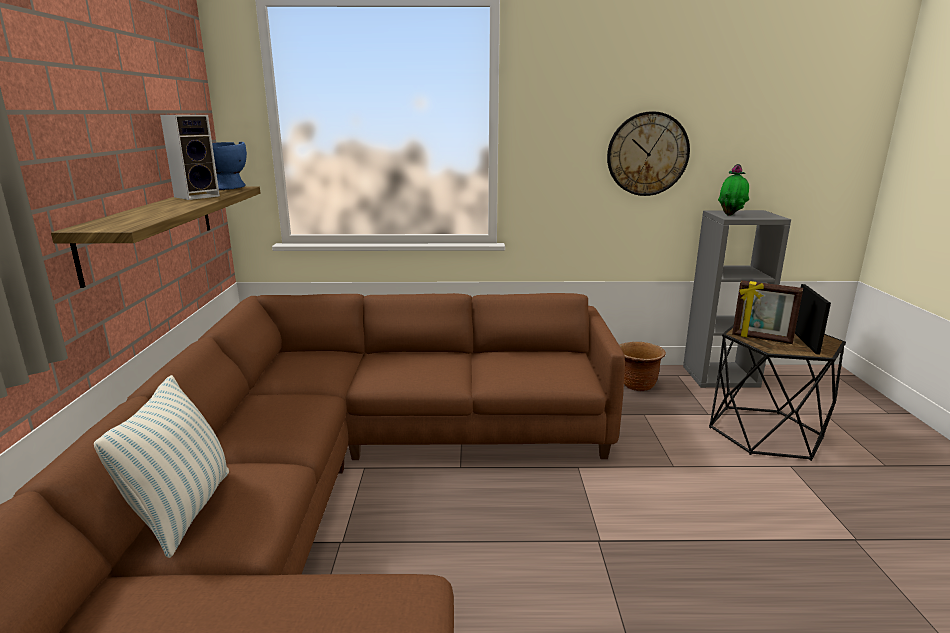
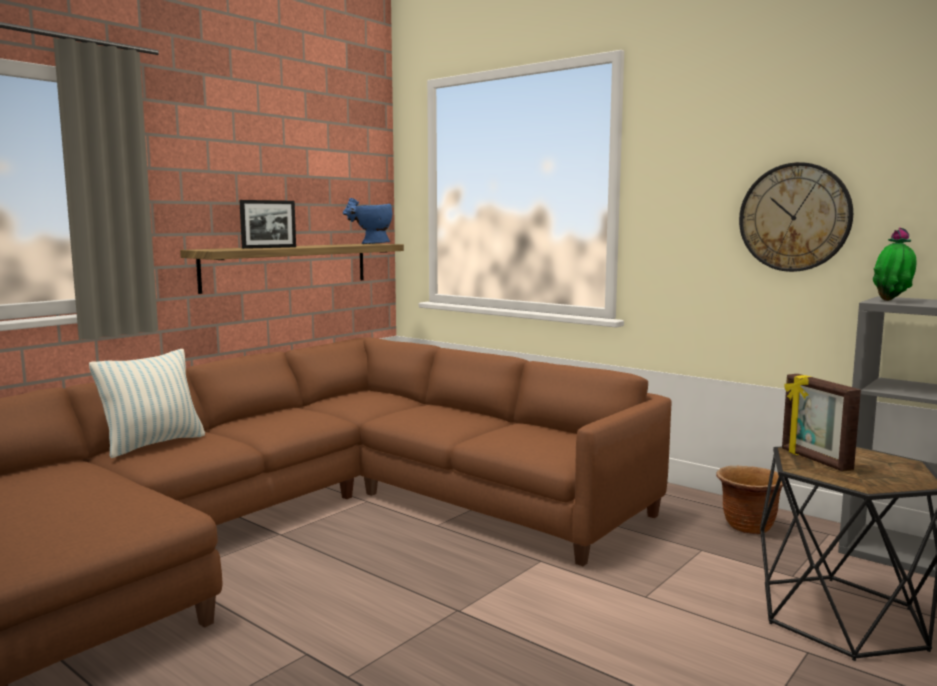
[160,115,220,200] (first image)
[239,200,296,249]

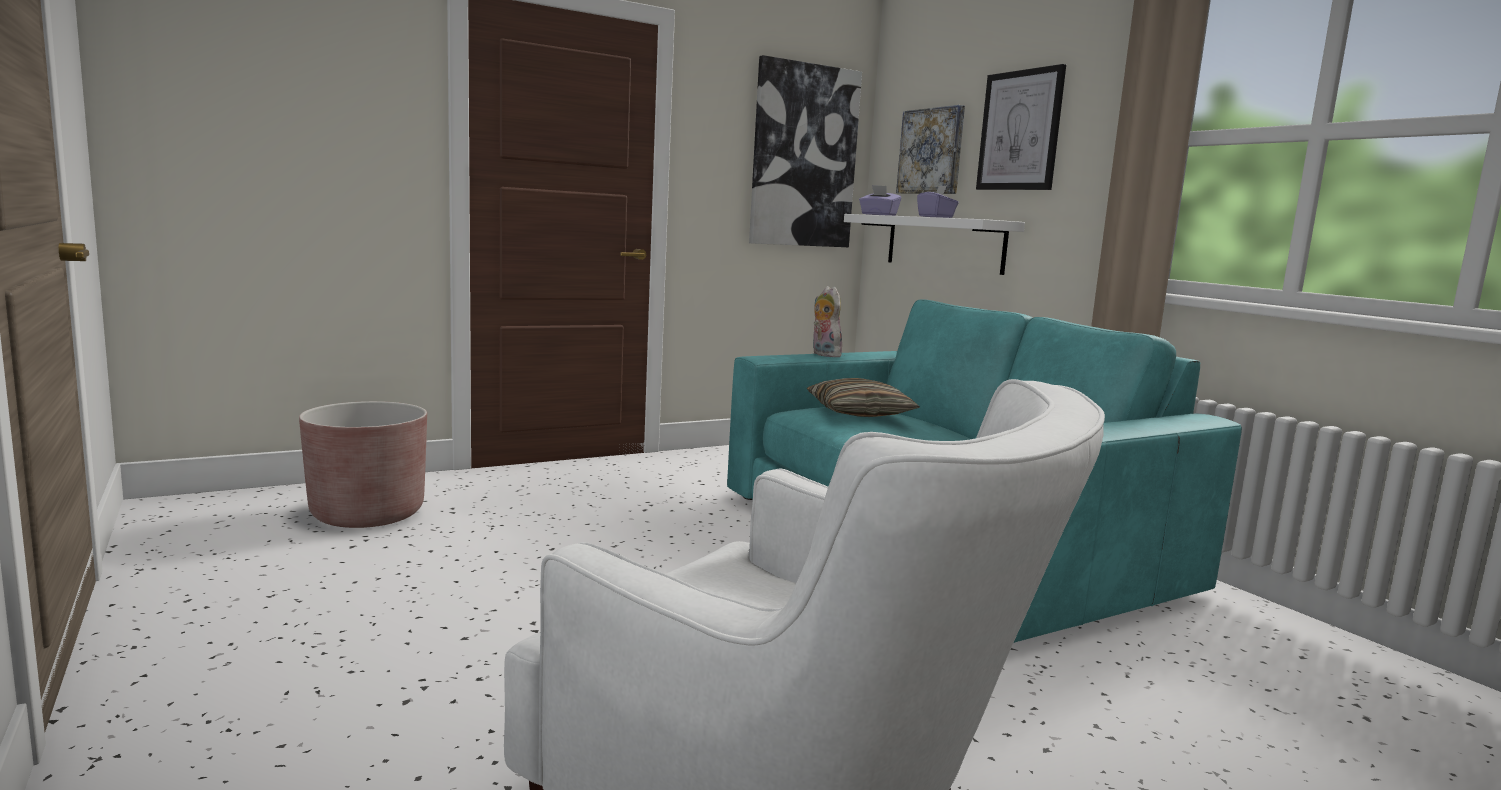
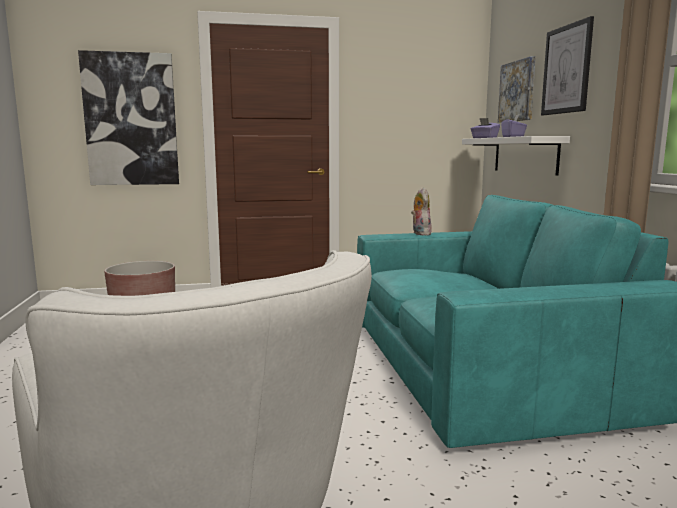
[78,50,179,185]
[807,378,920,417] (first image)

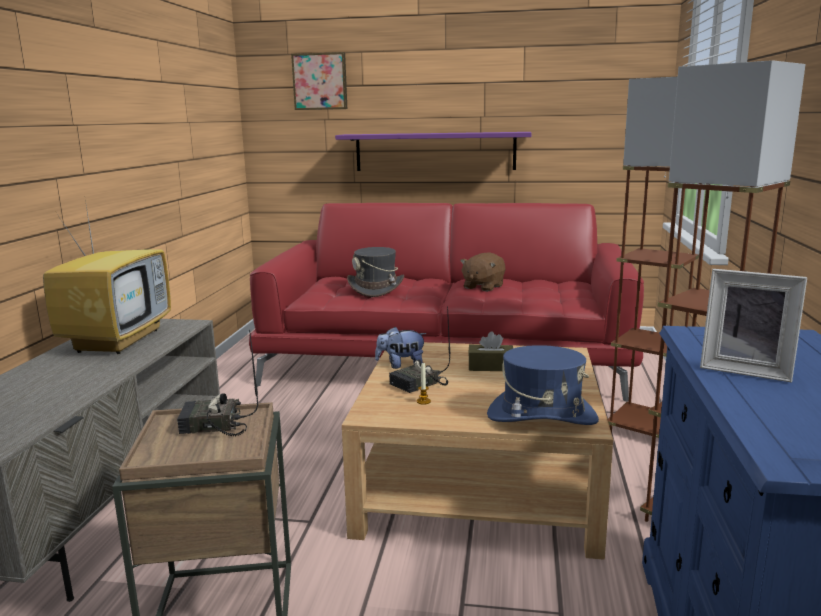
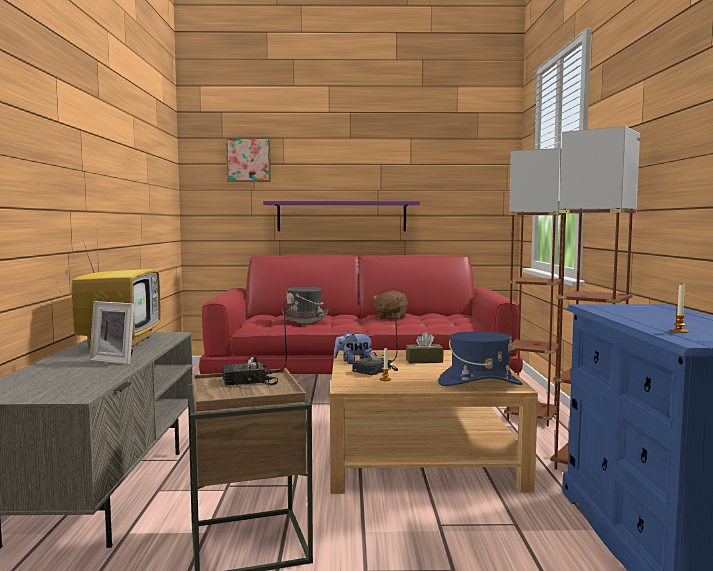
[89,301,134,364]
[670,285,689,333]

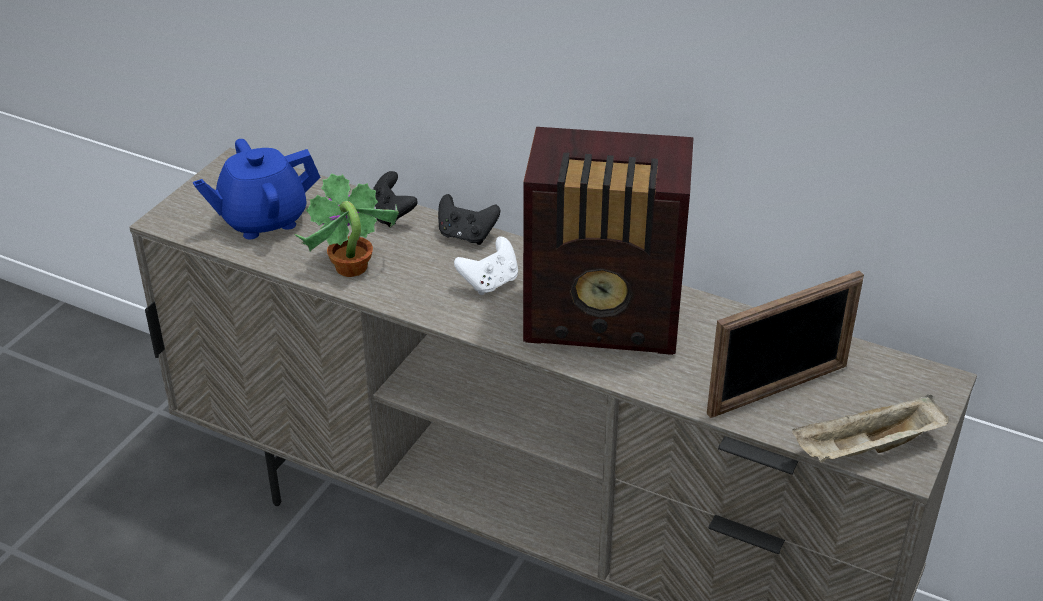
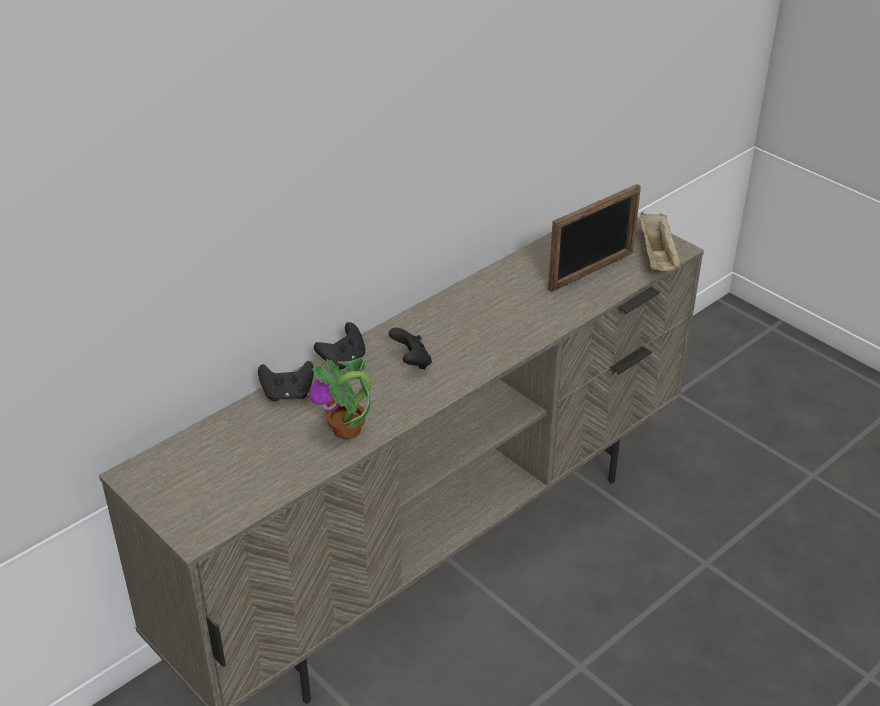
[193,139,321,239] (first image)
[389,328,432,370]
[523,127,694,355] (first image)
[548,184,641,292]

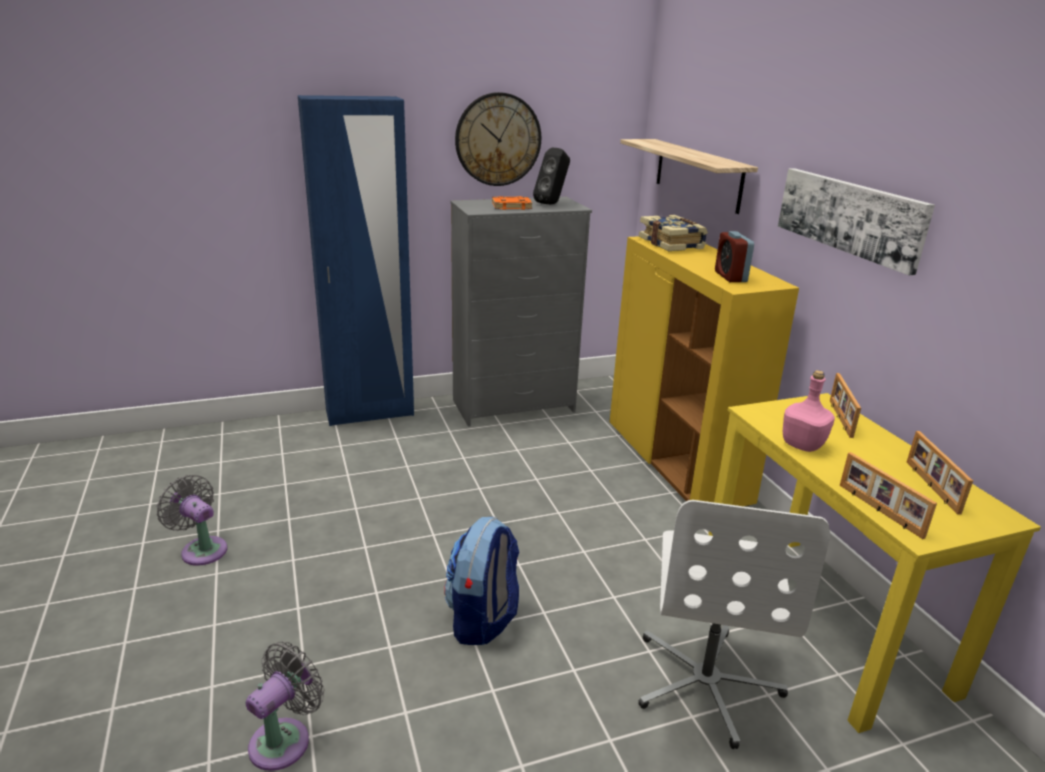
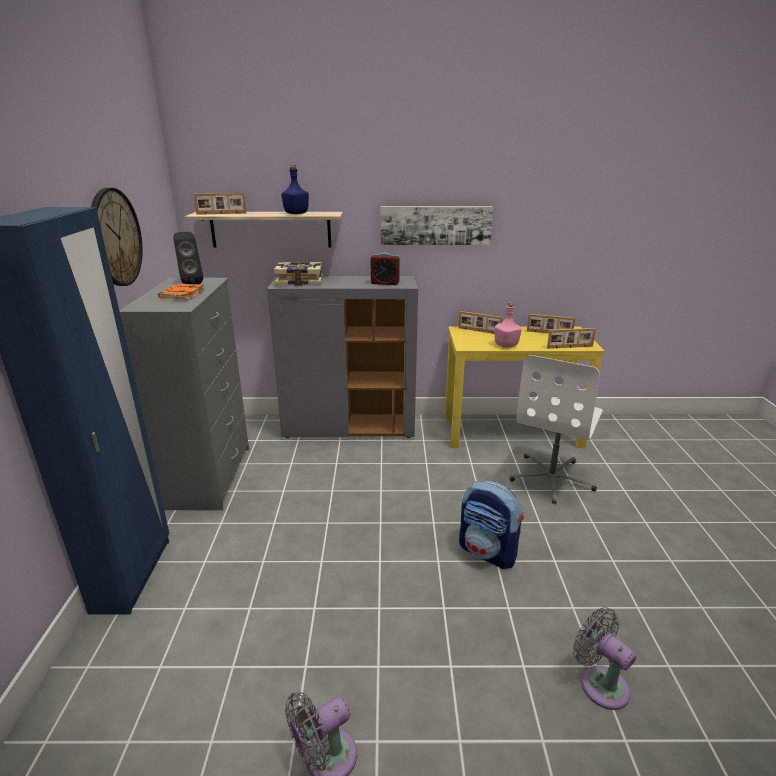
[267,276,418,438]
[509,355,603,504]
[194,193,246,215]
[281,165,309,214]

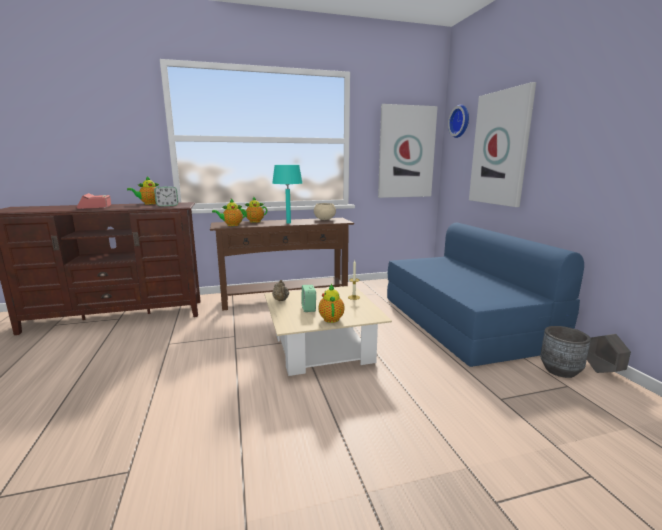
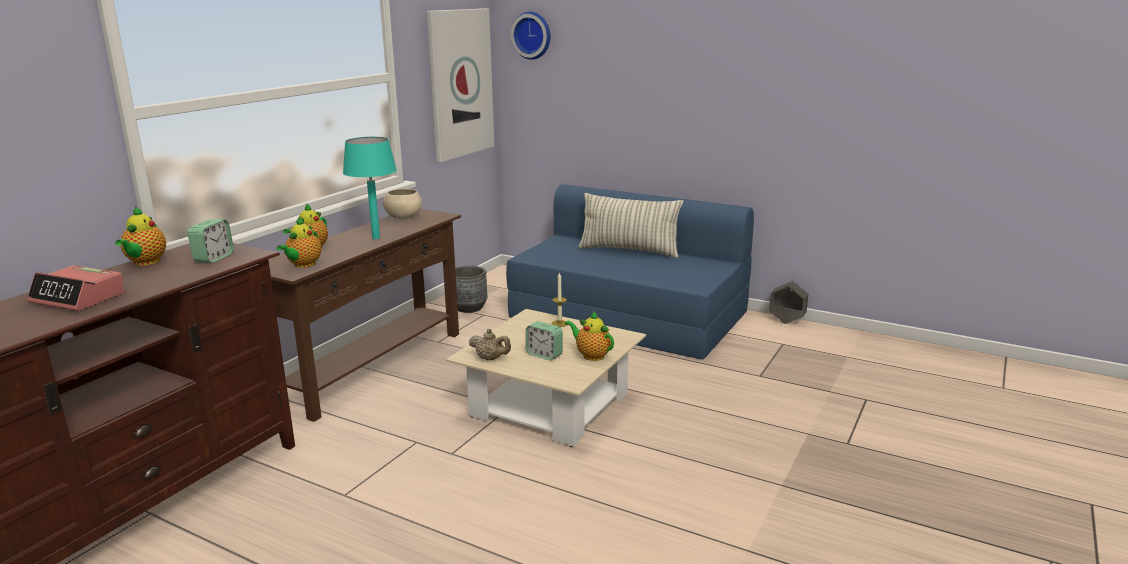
[469,82,536,207] (first image)
[455,266,487,313]
[579,193,683,258]

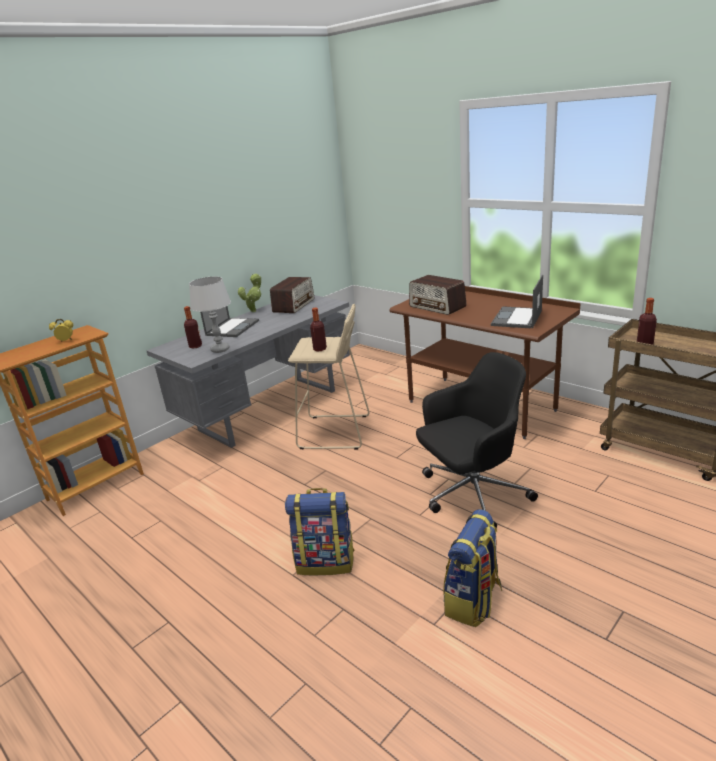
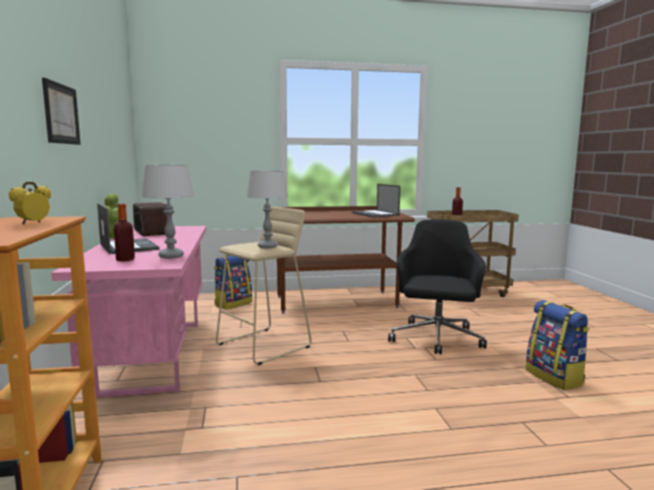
[51,226,206,398]
[214,255,252,310]
[246,171,288,249]
[409,275,467,315] (first image)
[42,78,81,145]

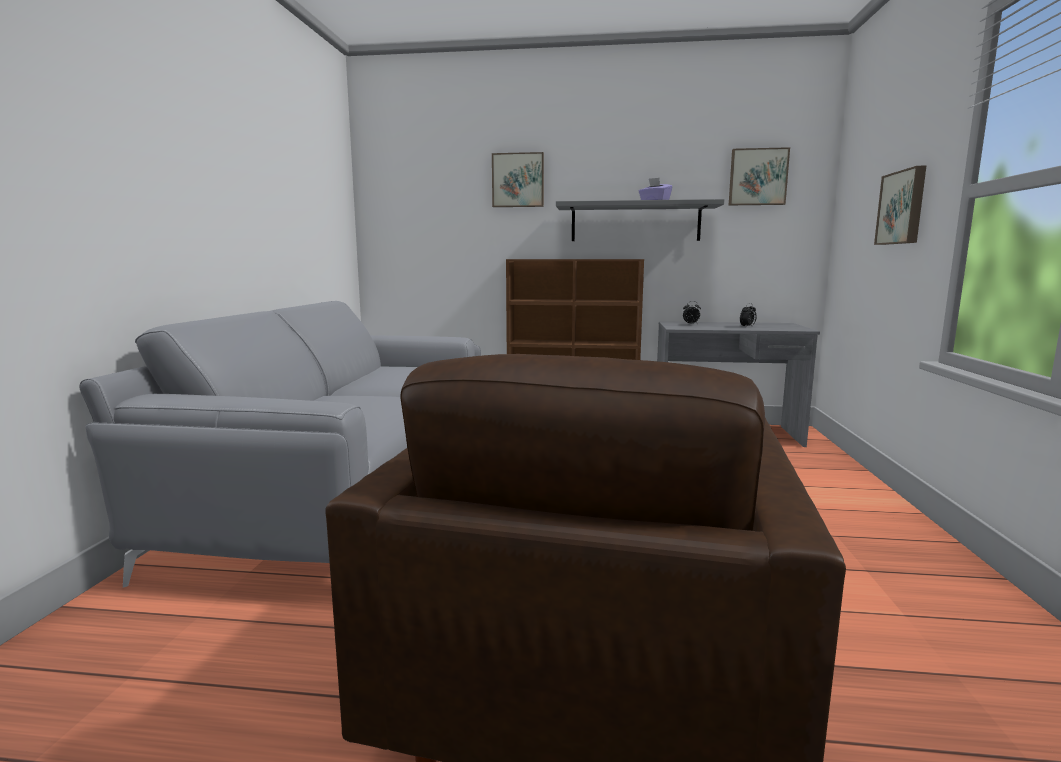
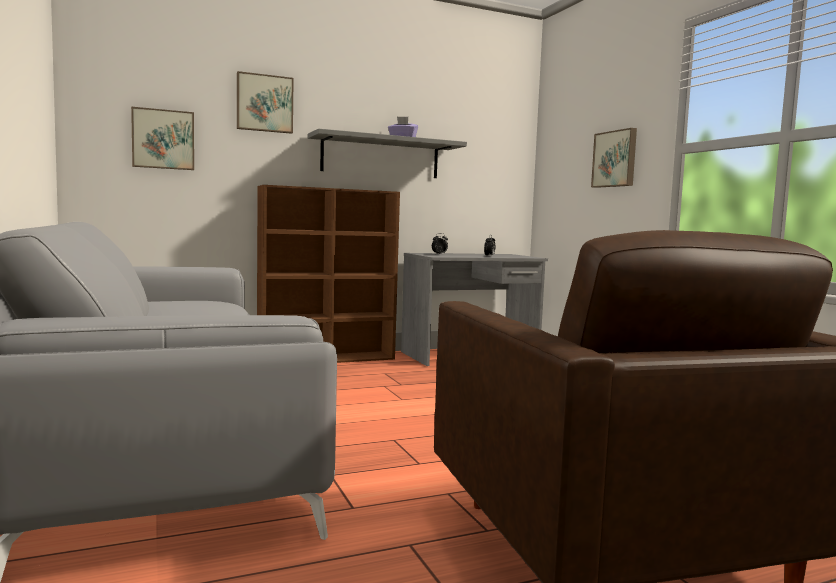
[131,107,194,170]

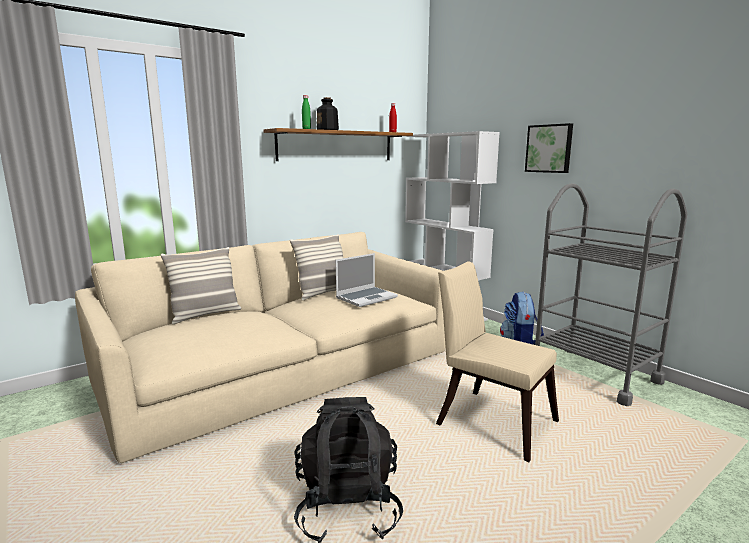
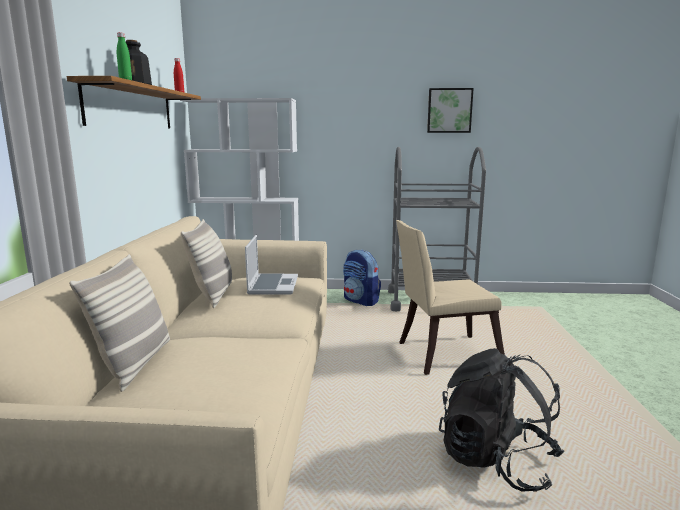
[427,88,474,133]

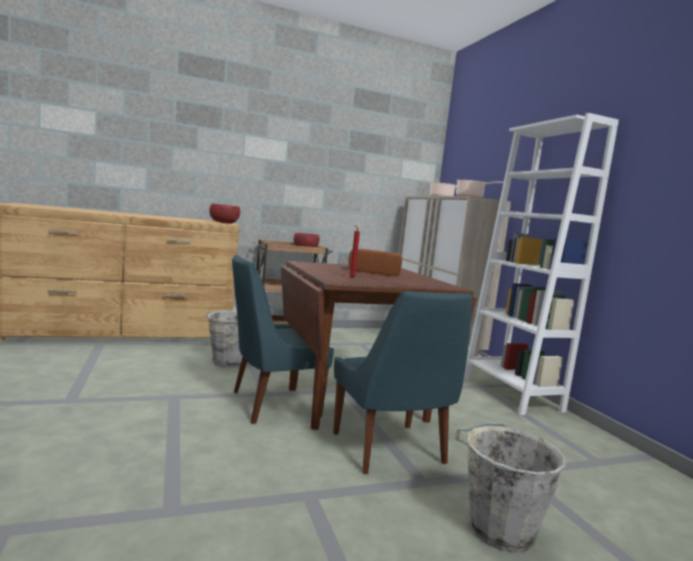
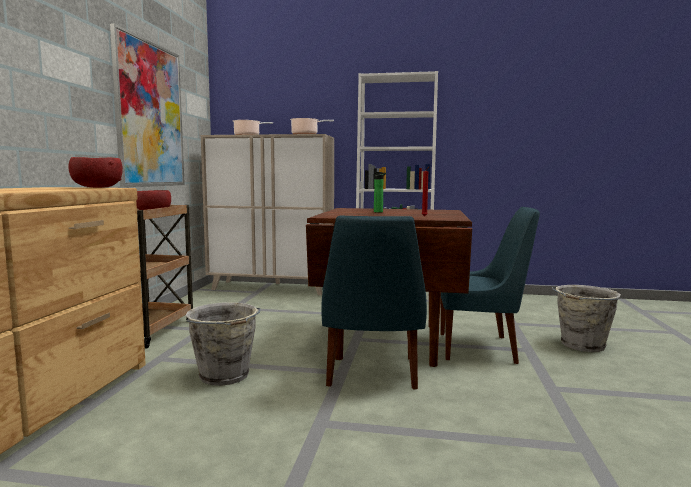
[374,172,386,213]
[110,23,185,187]

